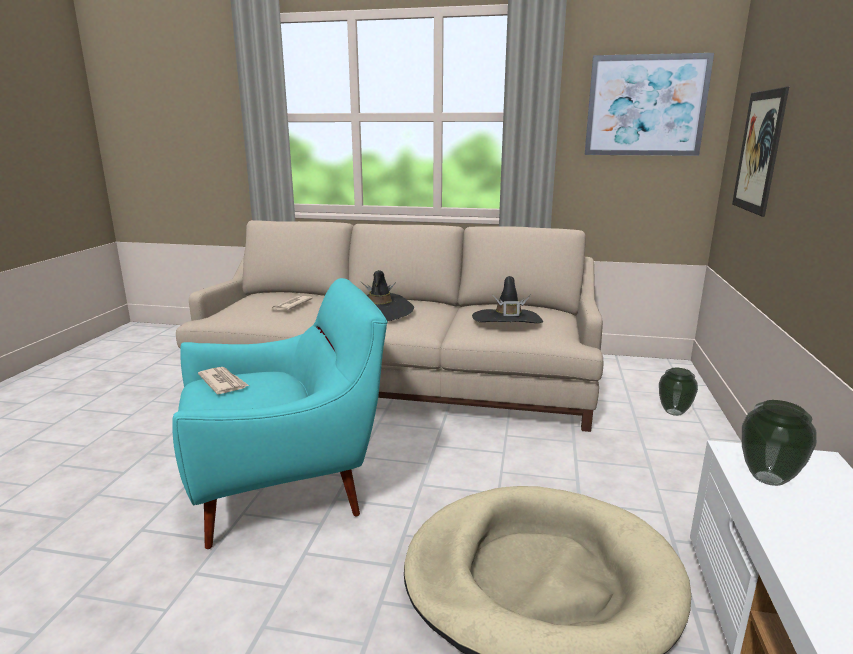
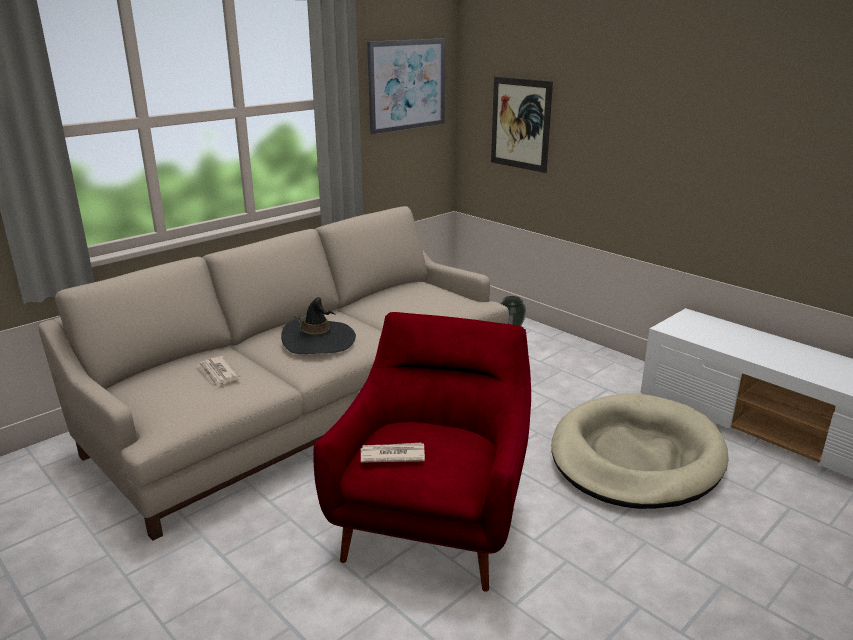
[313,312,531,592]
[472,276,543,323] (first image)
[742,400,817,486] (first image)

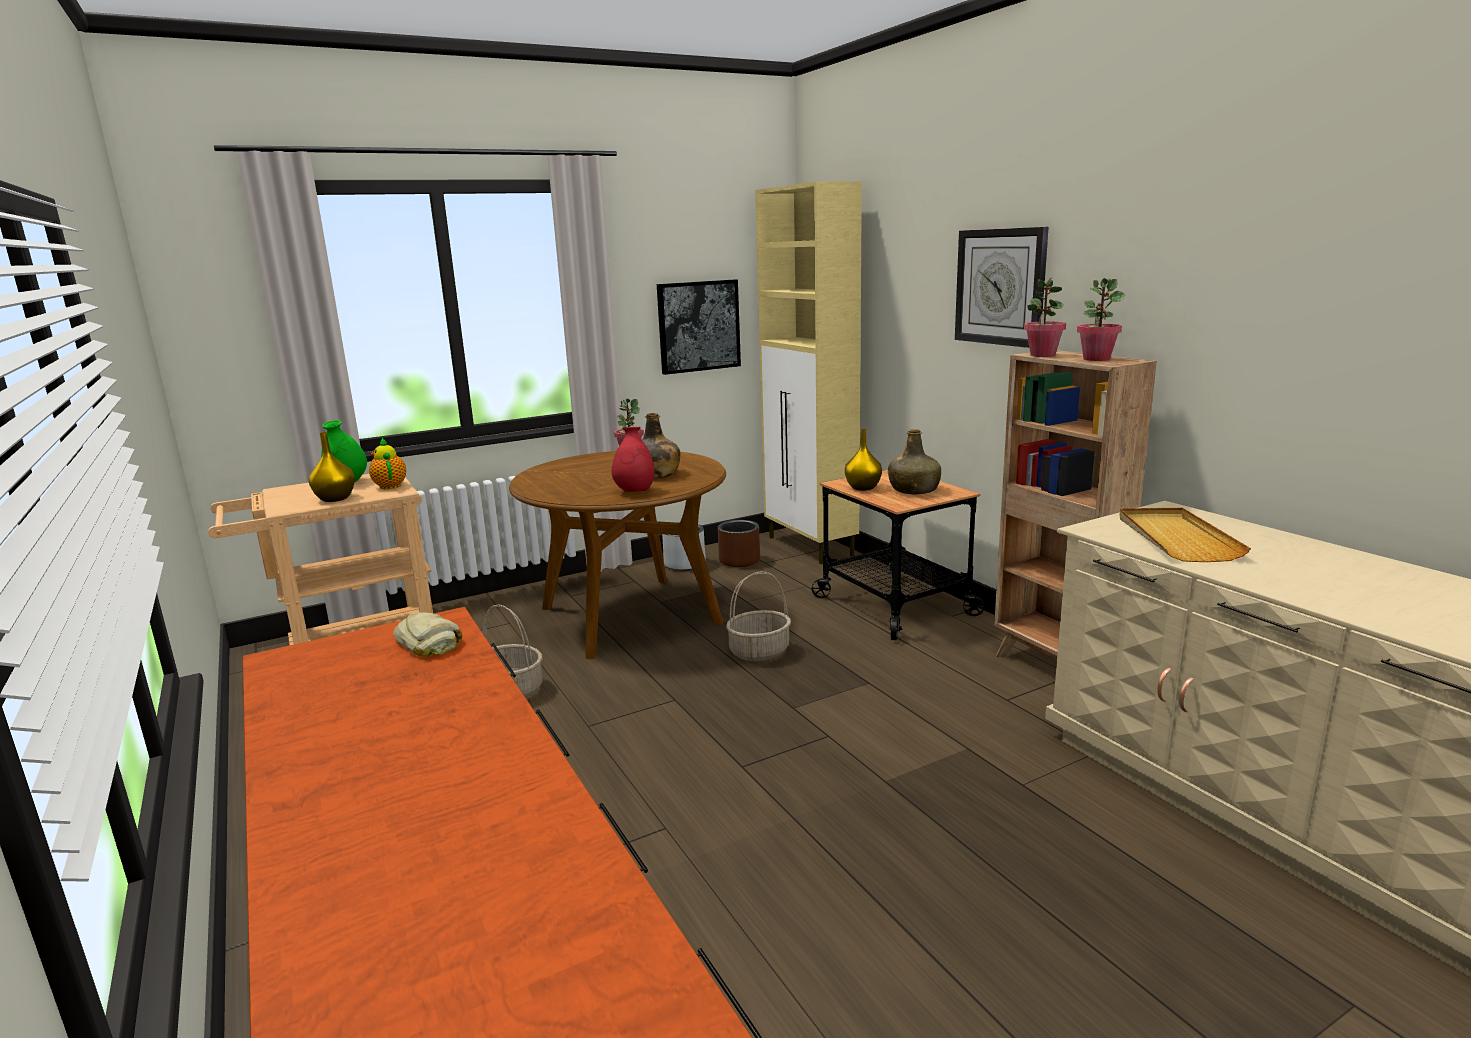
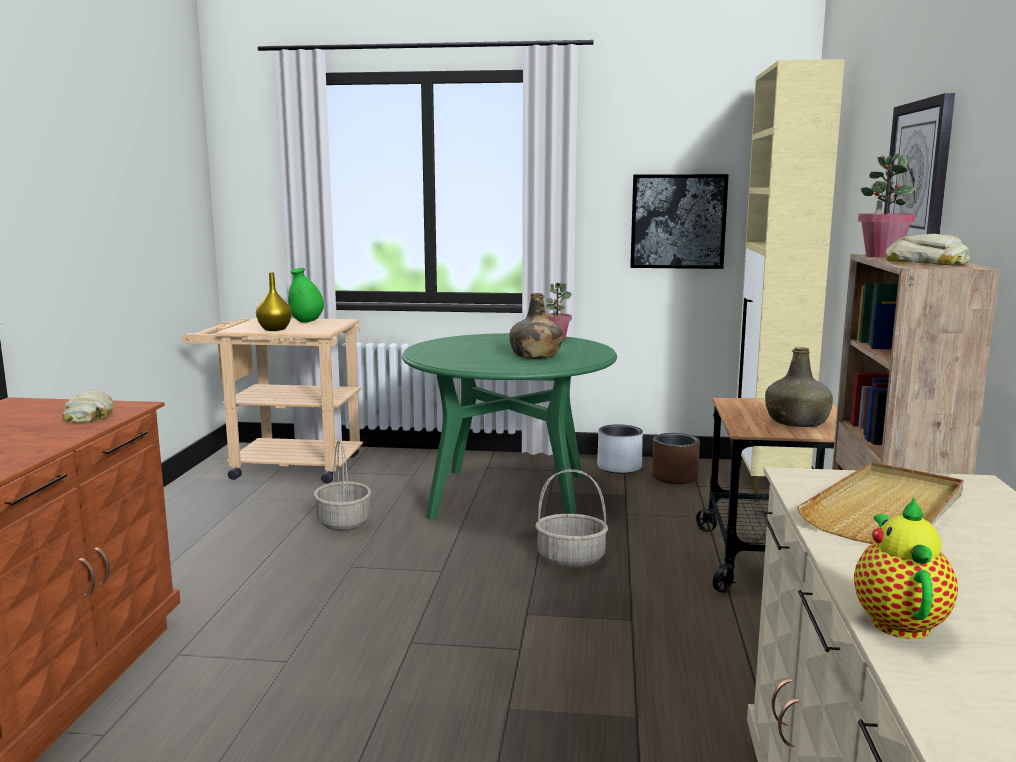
[854,497,958,639]
[402,333,617,520]
[612,427,655,492] (first image)
[845,429,882,491] (first image)
[885,234,970,265]

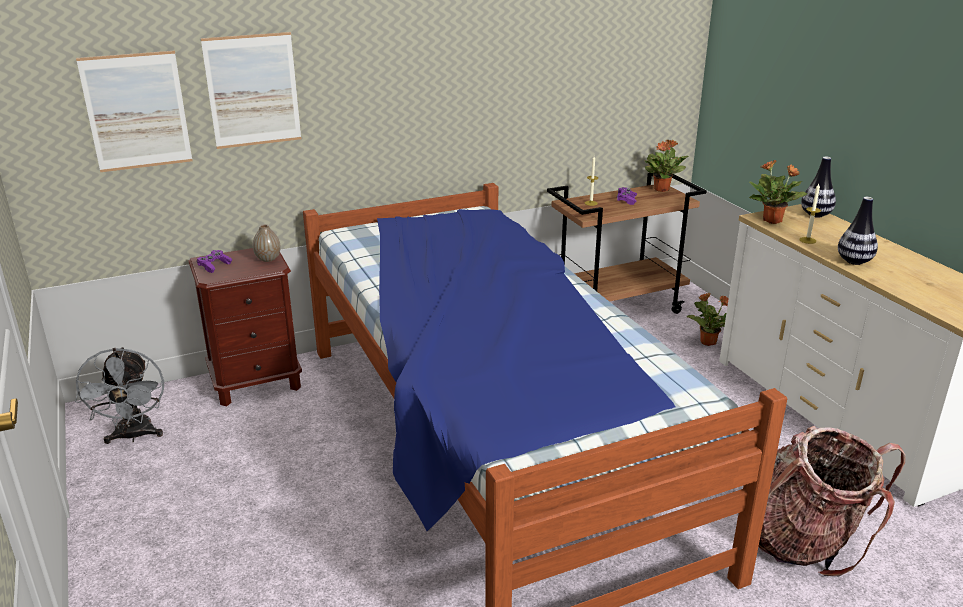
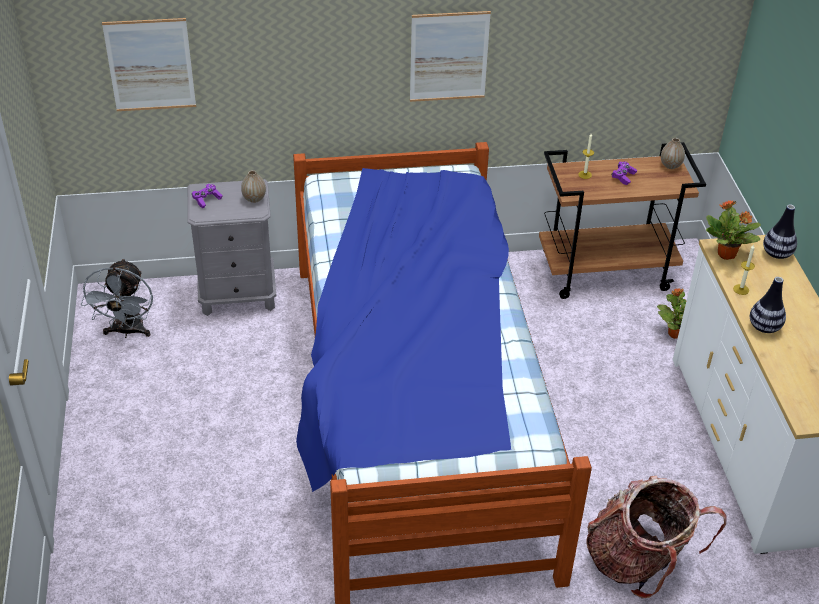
[187,179,276,316]
[410,11,491,102]
[661,138,685,169]

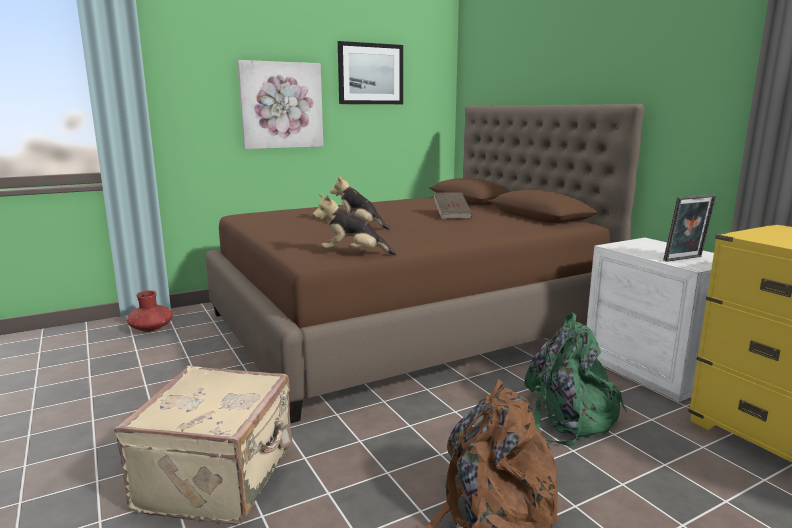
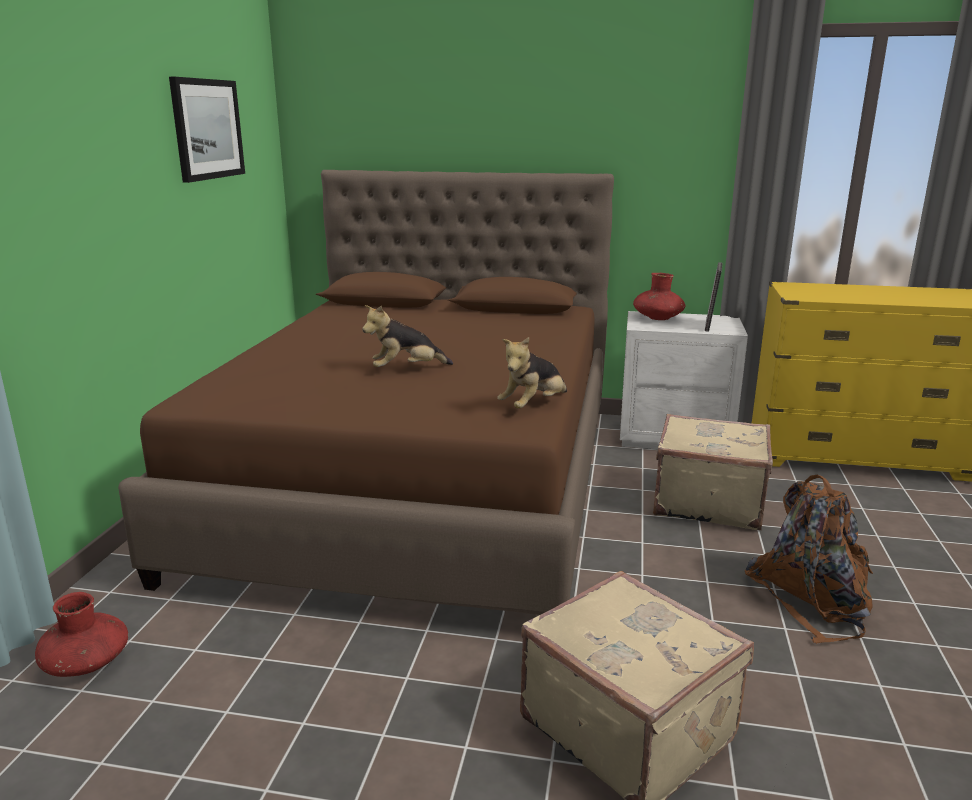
[237,60,323,149] (first image)
[433,192,472,219] (first image)
[653,414,773,530]
[633,273,685,320]

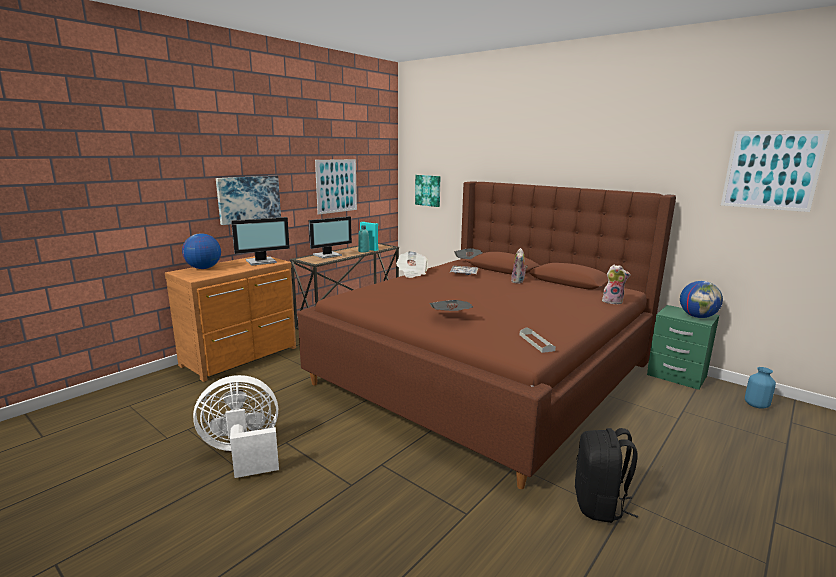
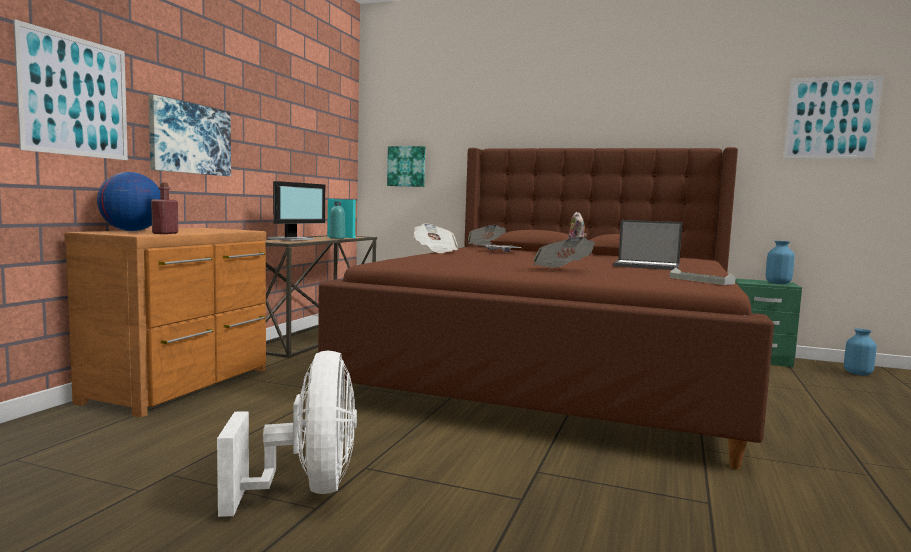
[217,351,357,517]
[231,217,290,266] (first image)
[13,19,128,160]
[575,428,638,523] (first image)
[602,265,631,305] (first image)
[766,241,795,284]
[151,183,178,234]
[613,220,683,270]

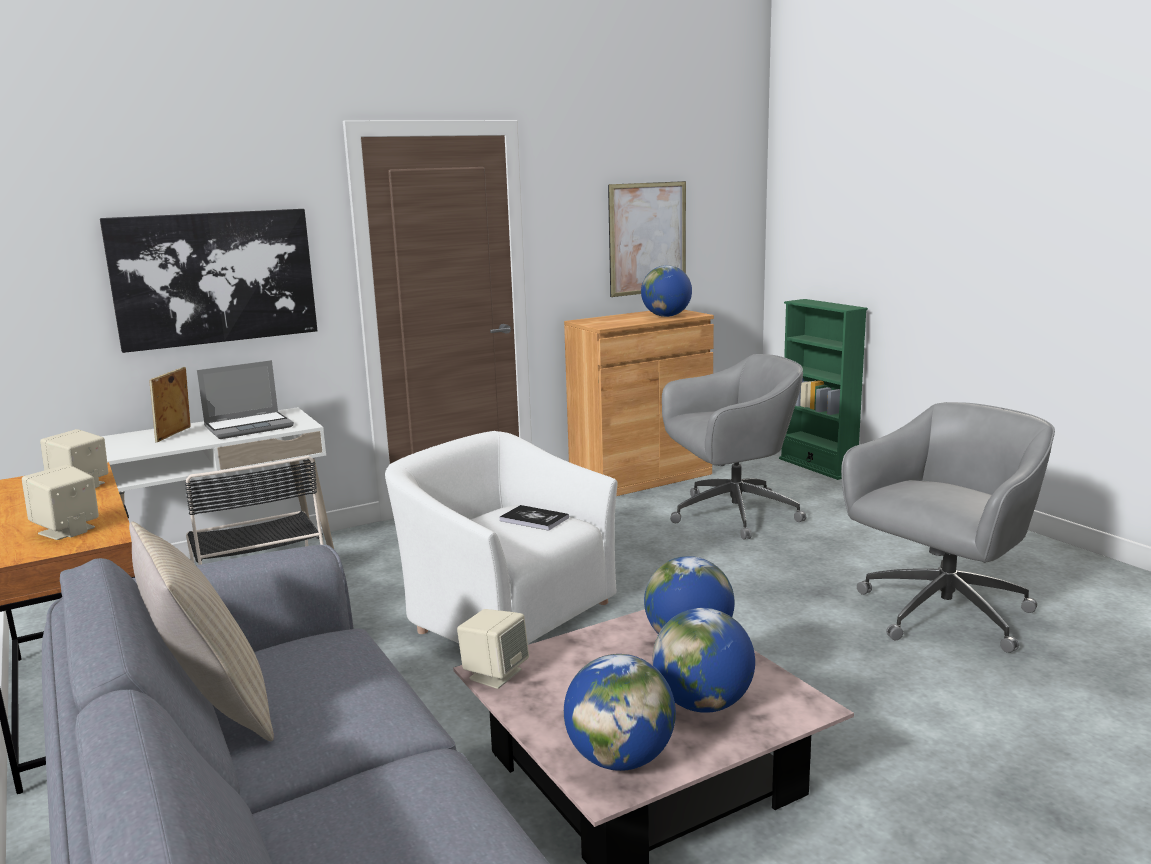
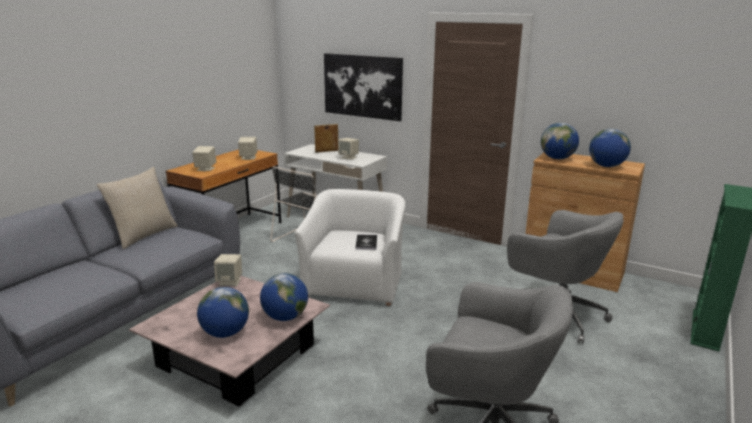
[338,138,359,160]
[541,123,579,159]
[608,181,686,297] (first image)

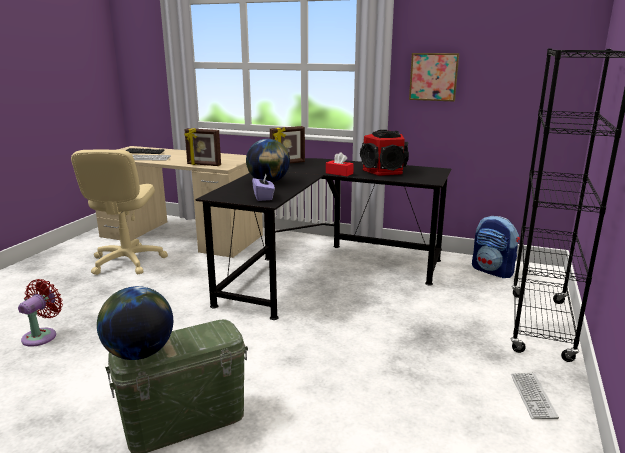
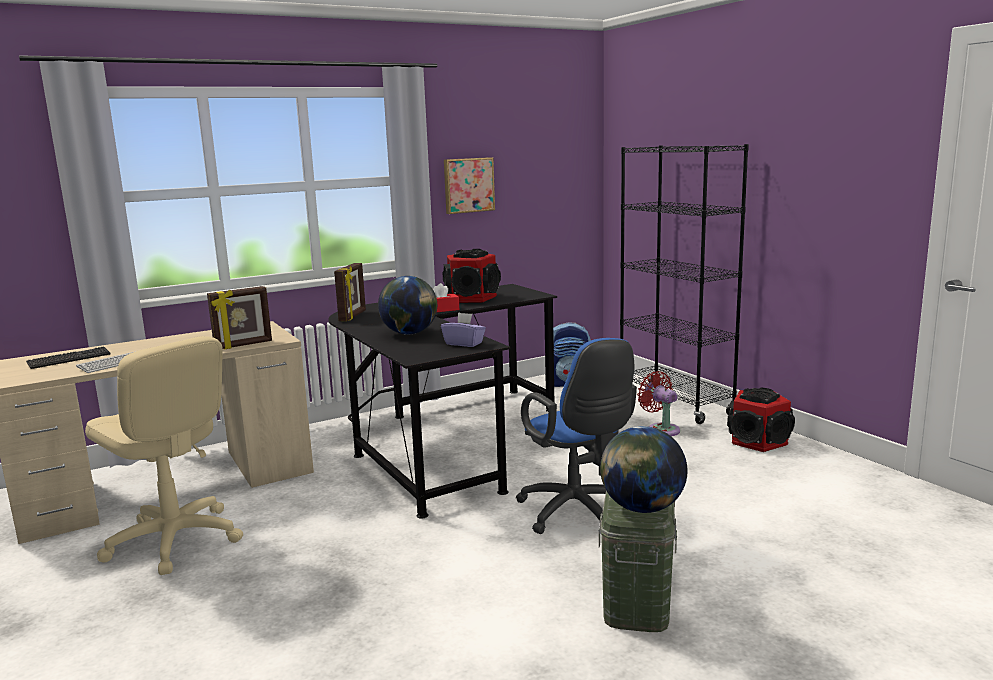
[637,371,680,436]
[727,387,795,452]
[516,338,637,534]

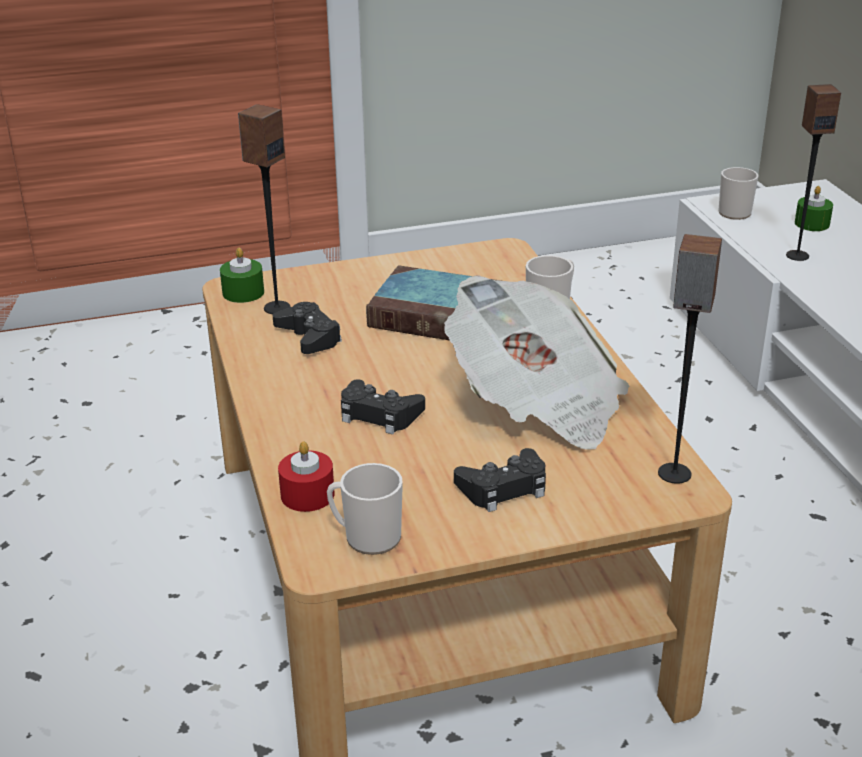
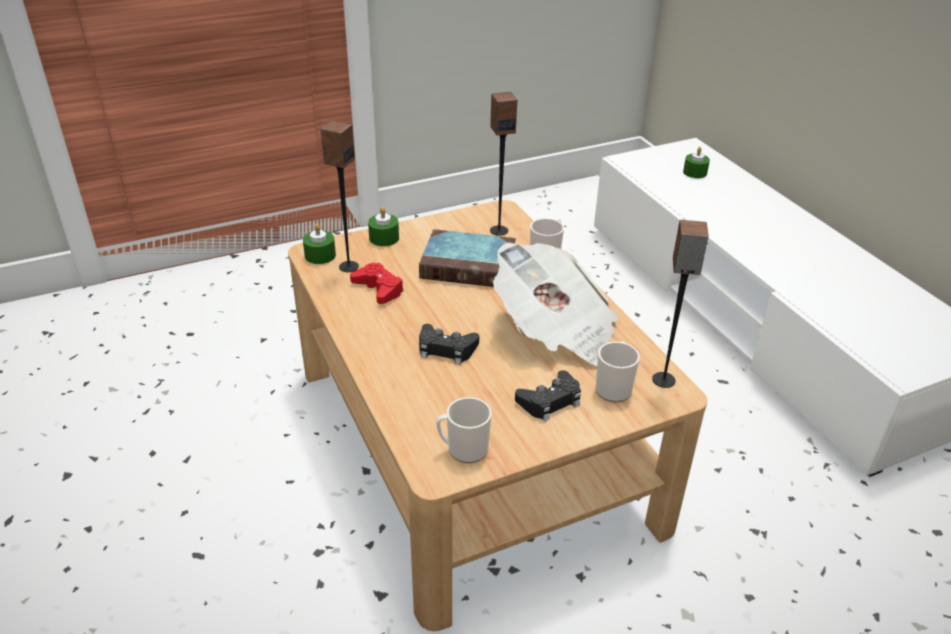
[350,263,404,304]
[278,441,334,512] (first image)
[595,341,640,402]
[490,92,517,236]
[368,207,399,246]

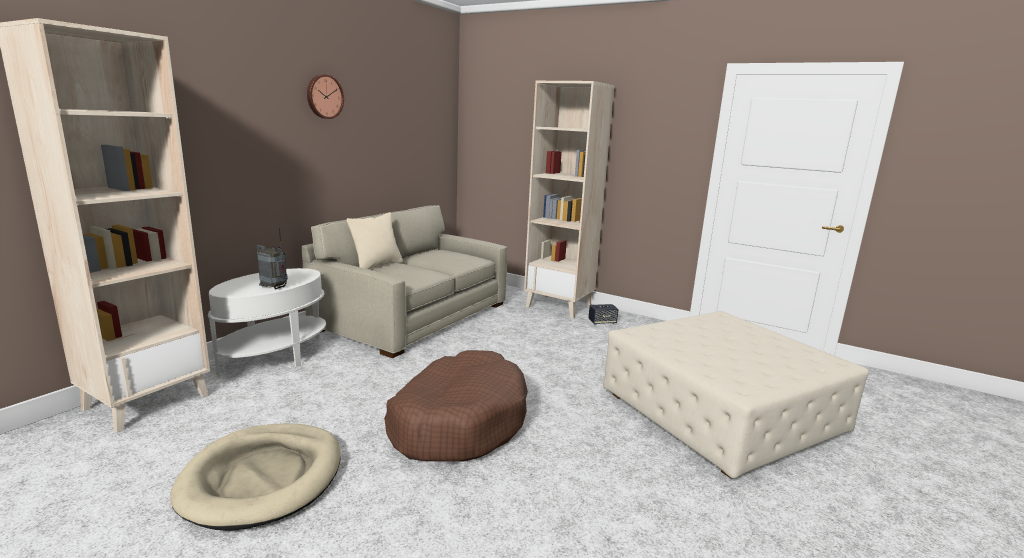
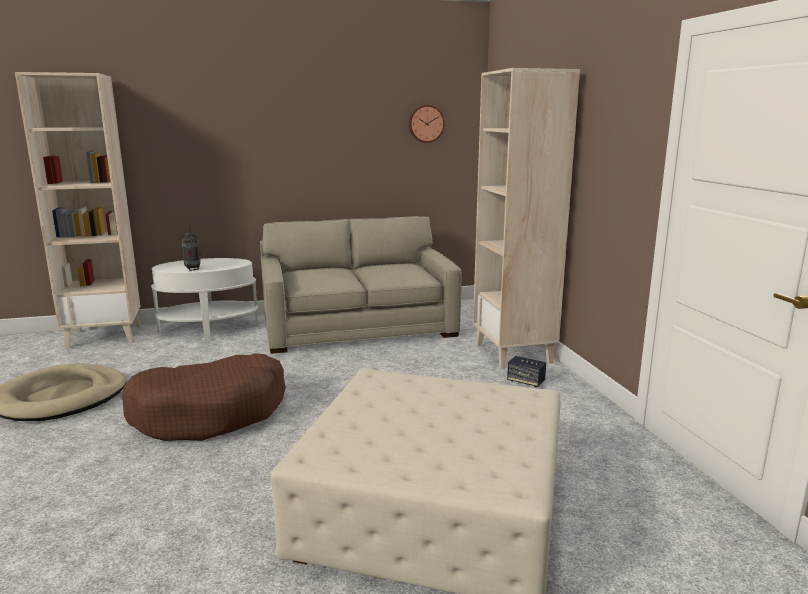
[409,105,445,143]
[347,212,403,269] (first image)

